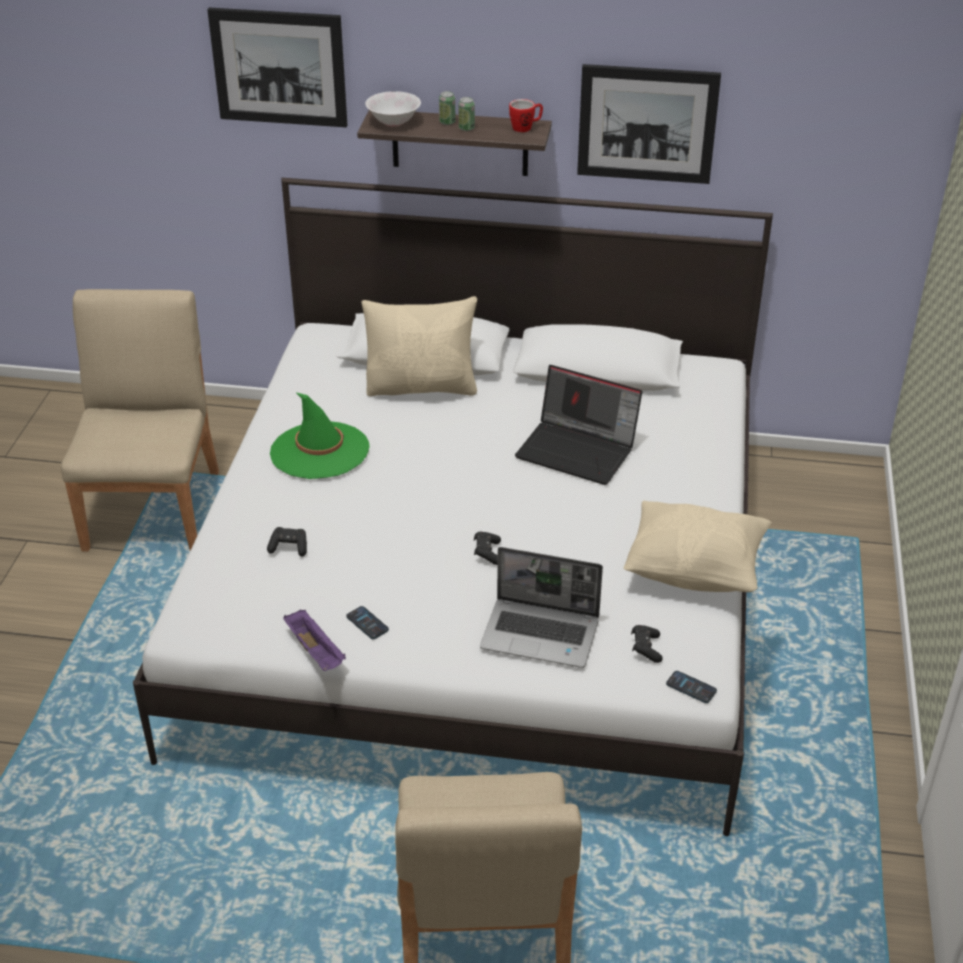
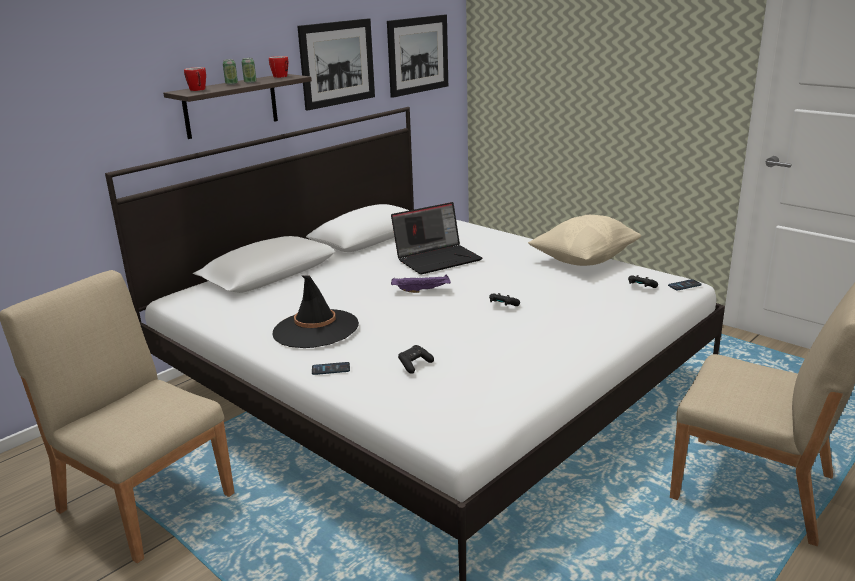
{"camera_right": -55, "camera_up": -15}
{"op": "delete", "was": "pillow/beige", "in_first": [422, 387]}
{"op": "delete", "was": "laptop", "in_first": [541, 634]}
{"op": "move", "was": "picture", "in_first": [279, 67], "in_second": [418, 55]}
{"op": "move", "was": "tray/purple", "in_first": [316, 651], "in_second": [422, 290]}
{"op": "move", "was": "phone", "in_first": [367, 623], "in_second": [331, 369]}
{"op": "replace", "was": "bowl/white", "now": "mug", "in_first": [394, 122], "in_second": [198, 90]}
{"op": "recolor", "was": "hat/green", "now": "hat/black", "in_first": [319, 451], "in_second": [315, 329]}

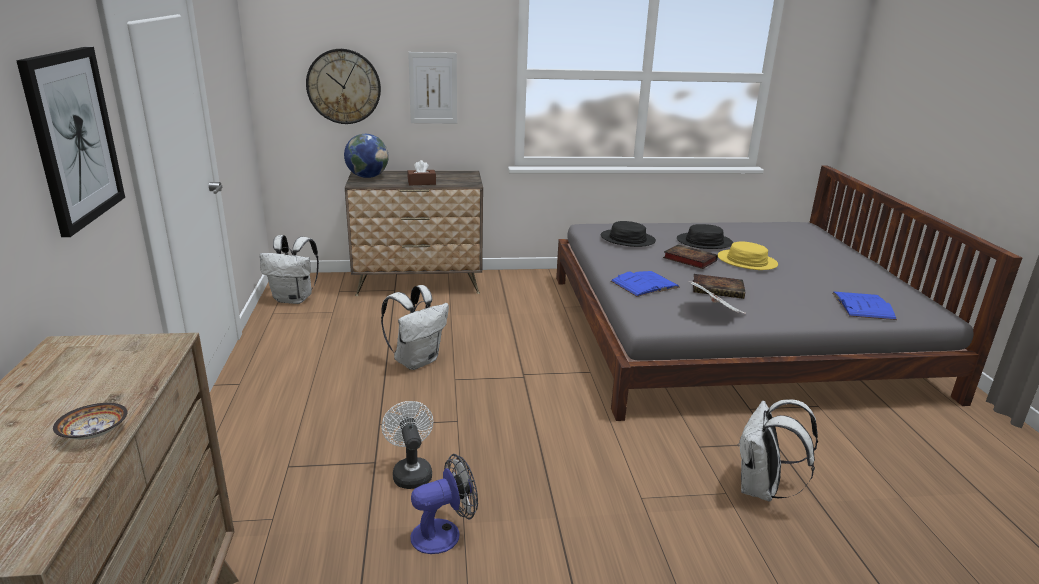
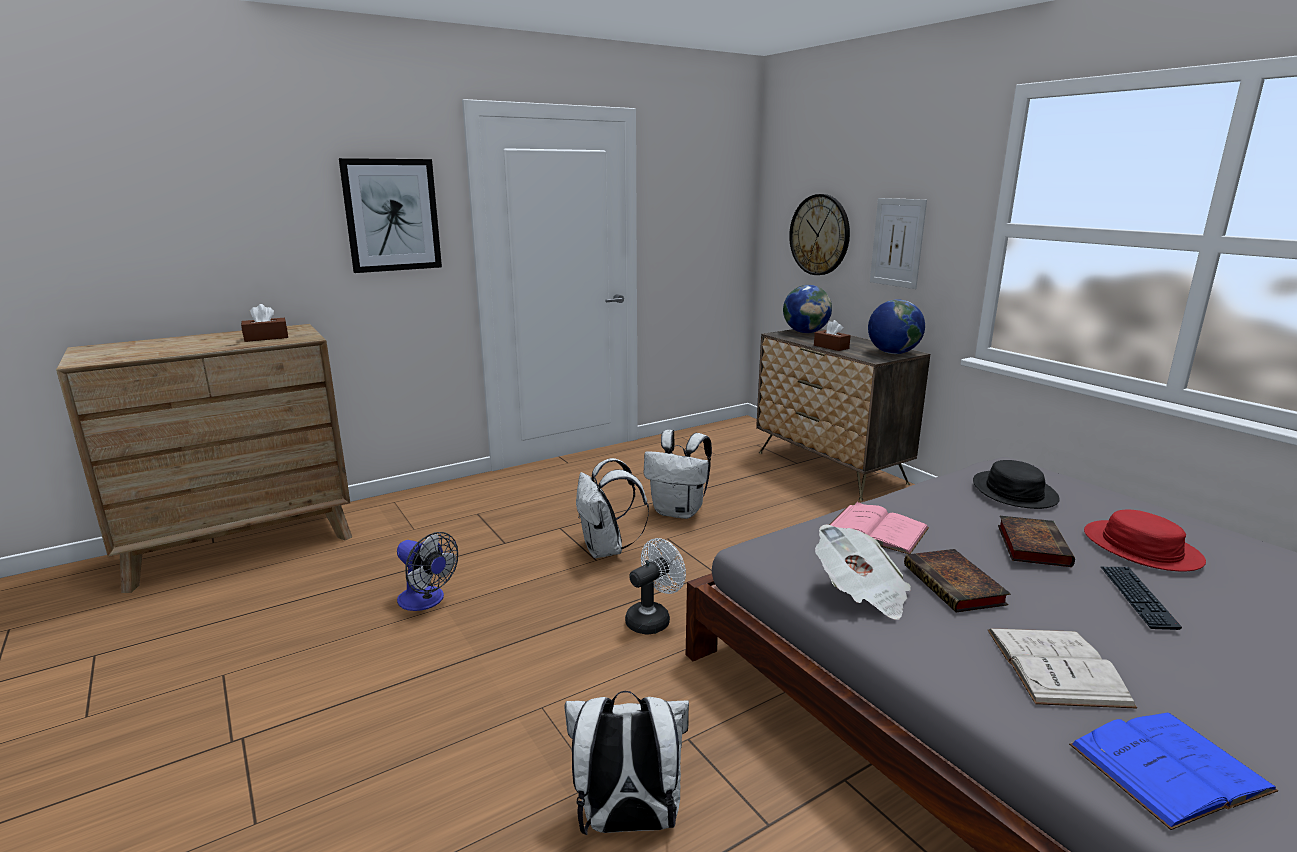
{"camera_right": 65, "camera_up": -5}
{"op": "delete", "was": "bowl", "in_first": [94, 434]}
{"op": "insert", "now": "tissue box/brown", "in_second": [266, 338]}
{"op": "insert", "now": "globe", "in_second": [893, 353]}
{"op": "insert", "now": "book/white", "in_second": [1056, 666]}
{"op": "move", "was": "backpack/white", "in_first": [294, 299], "in_second": [606, 550]}
{"op": "move", "was": "fan/white", "in_first": [411, 472], "in_second": [653, 619]}
{"op": "replace", "was": "hat/yellow", "now": "keyboard", "in_first": [746, 261], "in_second": [1137, 597]}
{"op": "recolor", "was": "book/blue", "now": "book/pink", "in_first": [644, 284], "in_second": [876, 529]}
{"op": "recolor", "was": "hat/black", "now": "hat/red", "in_first": [704, 242], "in_second": [1141, 548]}

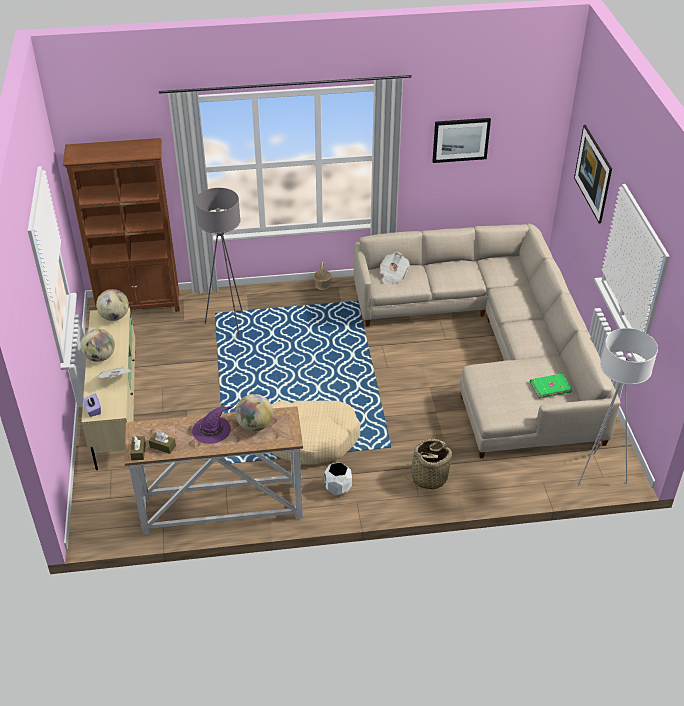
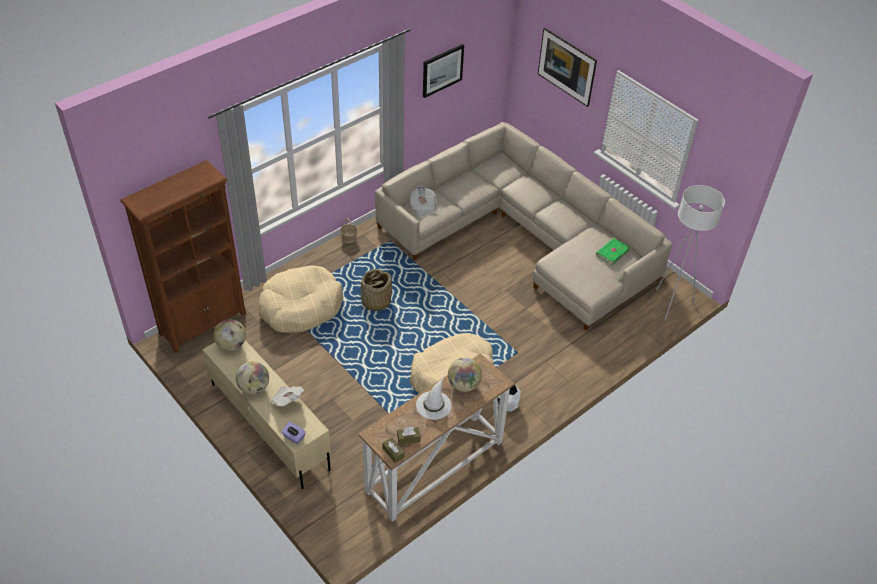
{"camera_right": -35, "camera_up": 5}
{"op": "move", "was": "basket", "in_first": [429, 477], "in_second": [375, 301]}
{"op": "replace", "was": "floor lamp/grey", "now": "dog bed/beige", "in_first": [229, 324], "in_second": [300, 307]}
{"op": "recolor", "was": "hat/purple", "now": "hat/white", "in_first": [212, 429], "in_second": [433, 404]}

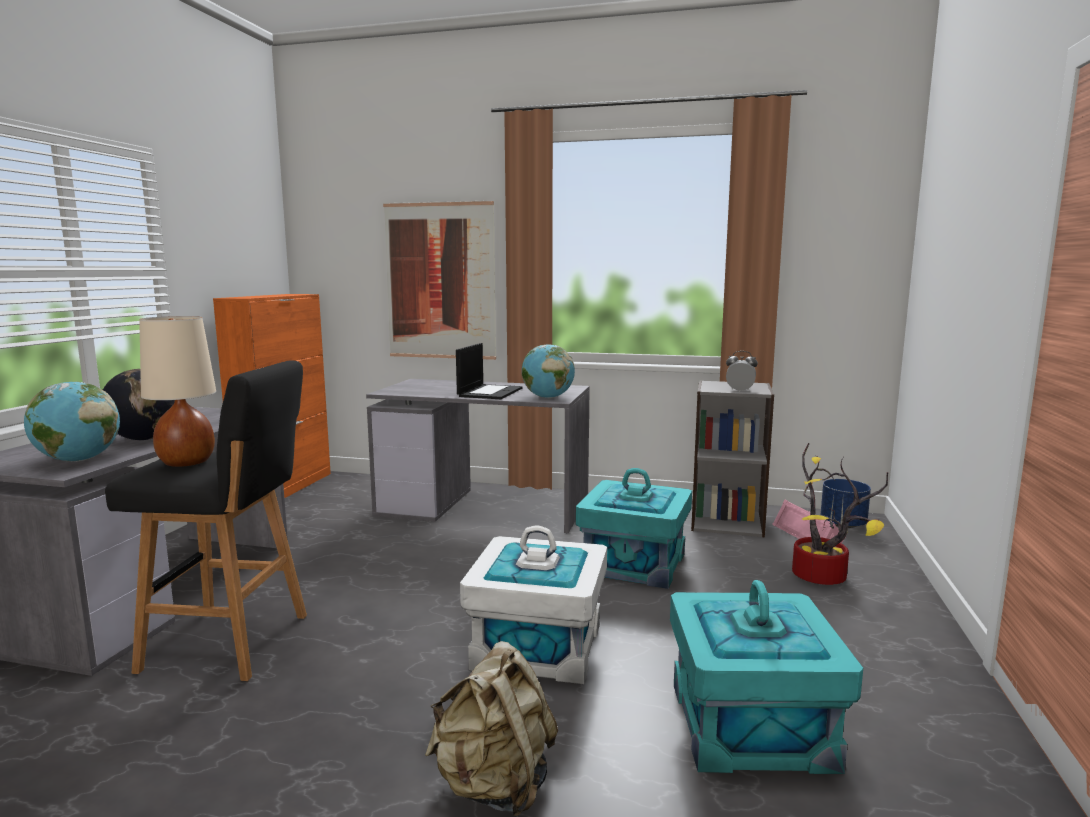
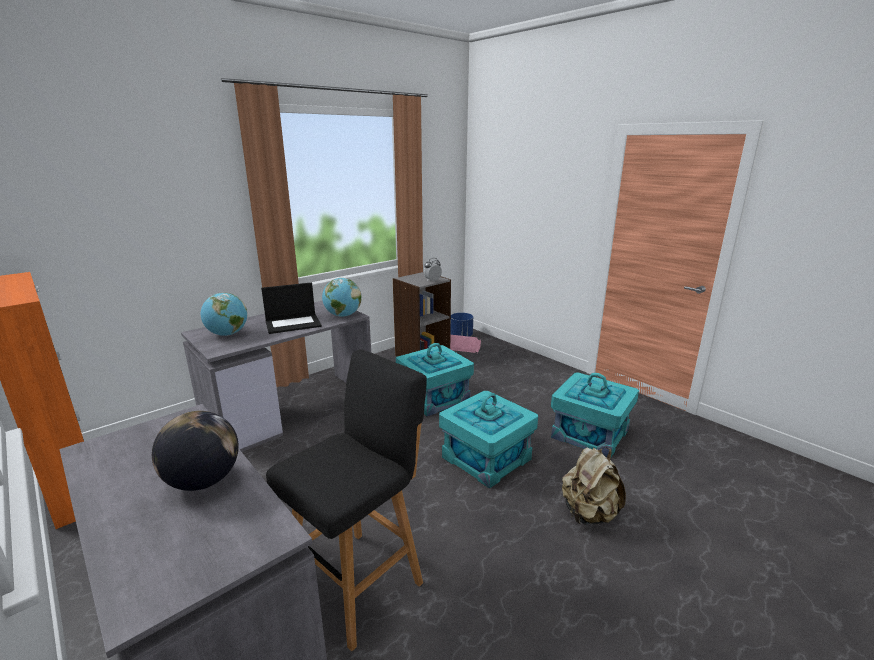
{"camera_right": -55, "camera_up": 10}
{"op": "delete", "was": "table lamp/beige", "in_first": [187, 462]}
{"op": "delete", "was": "picture", "in_first": [440, 281]}
{"op": "delete", "was": "potted plant", "in_first": [824, 577]}
{"op": "move", "was": "globe", "in_first": [78, 460], "in_second": [227, 334]}
{"op": "recolor", "was": "storage box/white", "now": "storage box/turquoise", "in_first": [537, 646], "in_second": [486, 458]}
{"op": "rotate", "was": "laptop", "in_first": [490, 392], "in_second": [293, 324], "clockwise": 105}

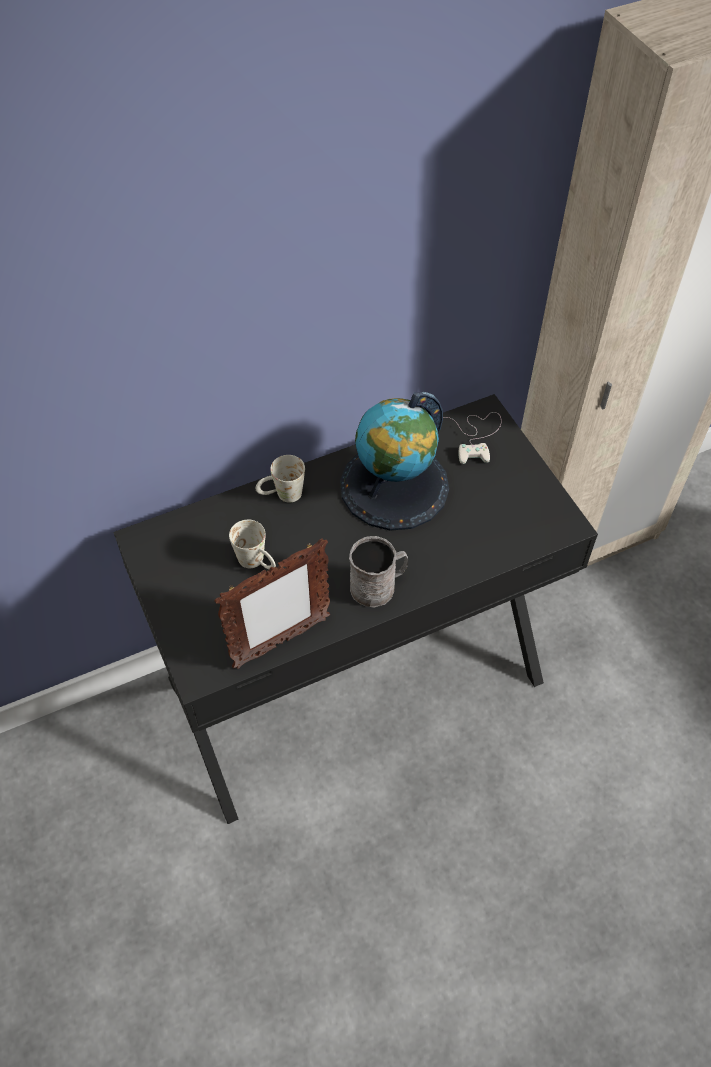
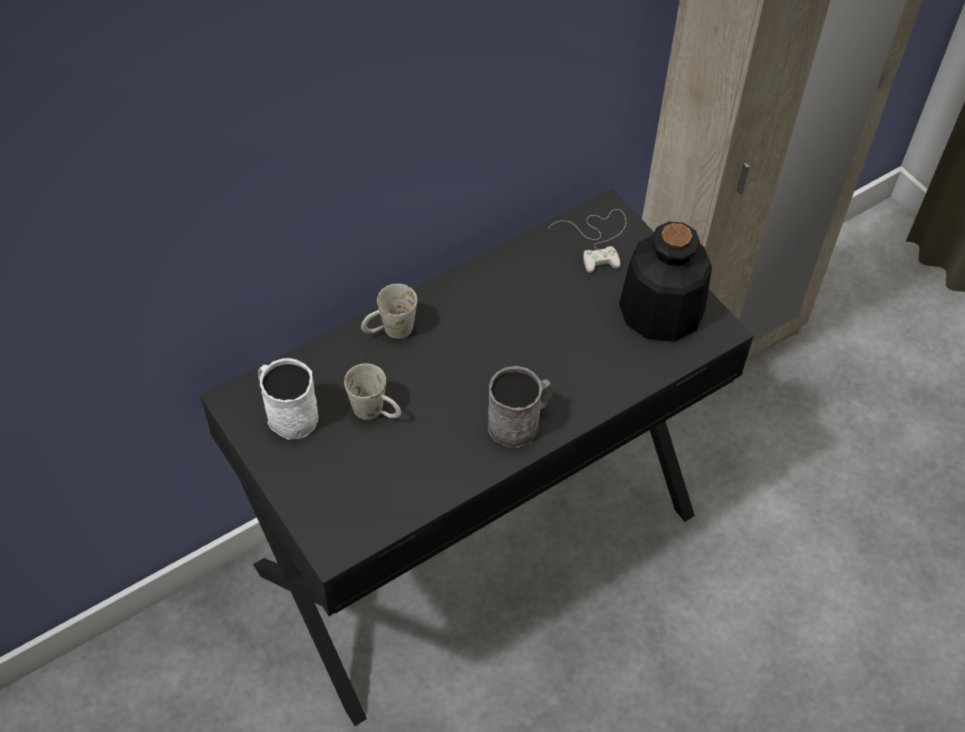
{"camera_right": -10, "camera_up": 0}
{"op": "delete", "was": "picture frame", "in_first": [280, 643]}
{"op": "delete", "was": "globe", "in_first": [394, 486]}
{"op": "insert", "now": "mug/white", "in_second": [287, 413]}
{"op": "insert", "now": "bottle", "in_second": [660, 310]}

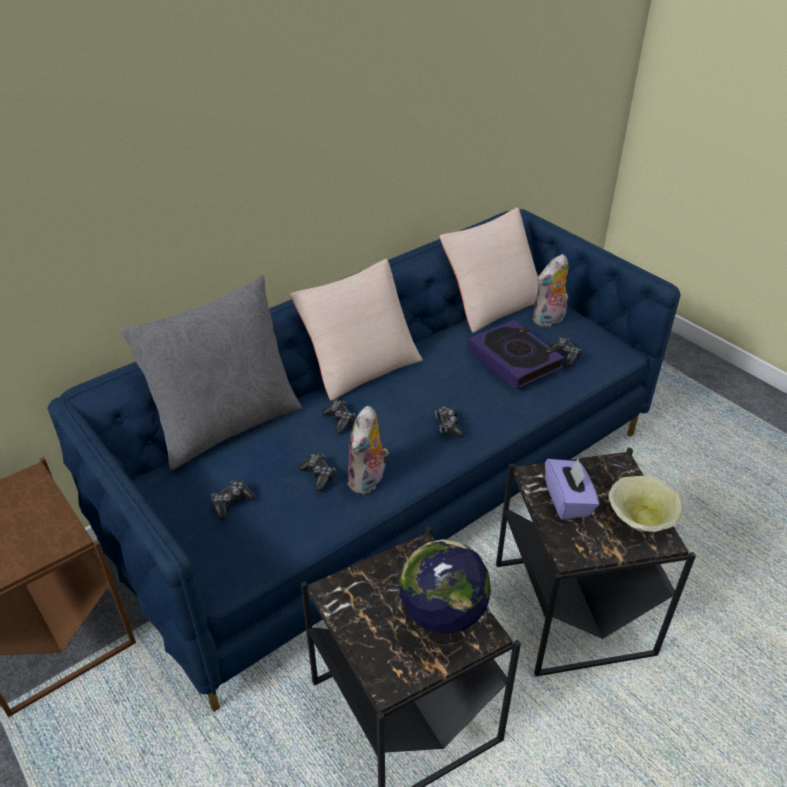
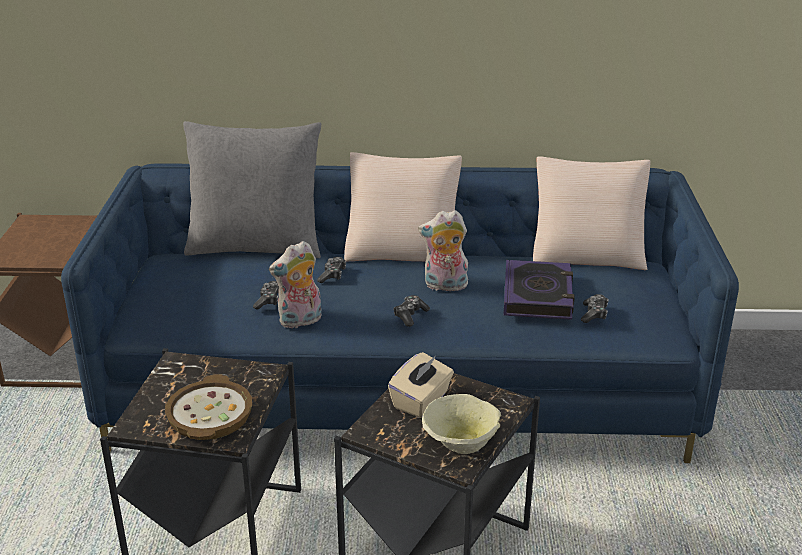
{"camera_right": 40, "camera_up": -10}
{"op": "delete", "was": "game controller", "in_first": [231, 503]}
{"op": "move", "was": "plush toy", "in_first": [549, 320], "in_second": [444, 286]}
{"op": "replace", "was": "globe", "now": "bowl", "in_first": [441, 627], "in_second": [209, 418]}
{"op": "recolor", "was": "tissue box/purple", "now": "tissue box/beige", "in_first": [568, 501], "in_second": [421, 401]}

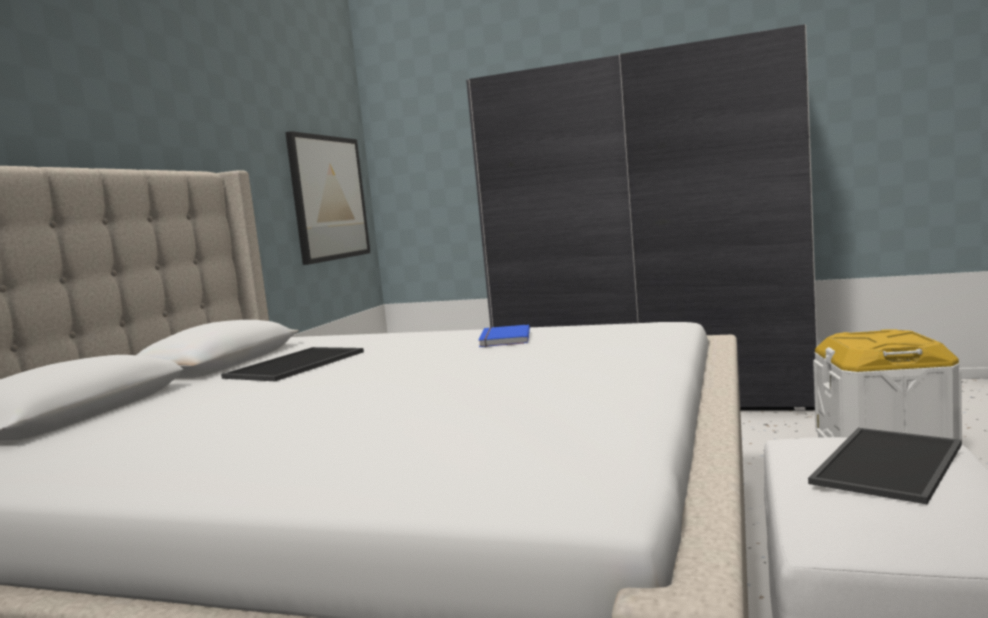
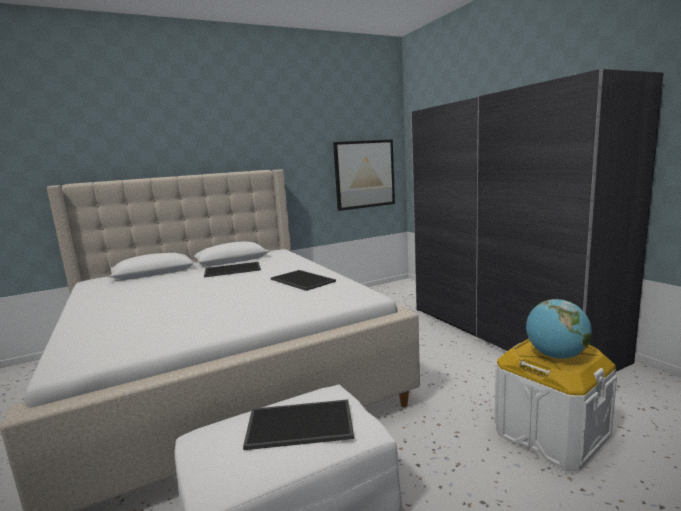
{"camera_right": 45, "camera_up": 5}
{"op": "insert", "now": "globe", "in_second": [556, 356]}
{"op": "replace", "was": "book/blue", "now": "tray", "in_first": [503, 339], "in_second": [301, 280]}

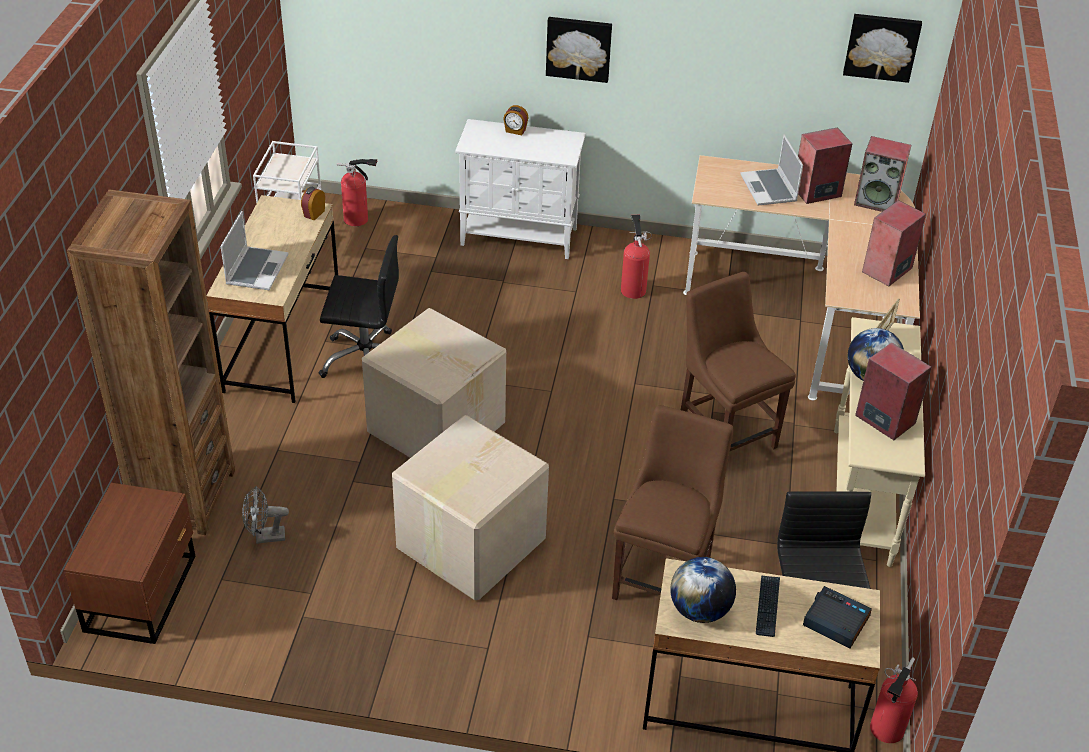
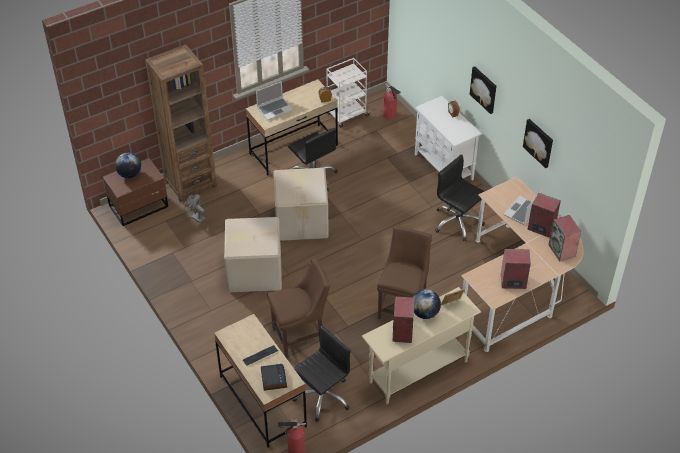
{"camera_right": 50, "camera_up": 5}
{"op": "move", "was": "globe", "in_first": [700, 610], "in_second": [130, 174]}
{"op": "move", "was": "picture", "in_first": [881, 46], "in_second": [539, 142]}
{"op": "replace", "was": "fire extinguisher", "now": "office chair/black", "in_first": [633, 288], "in_second": [457, 222]}

